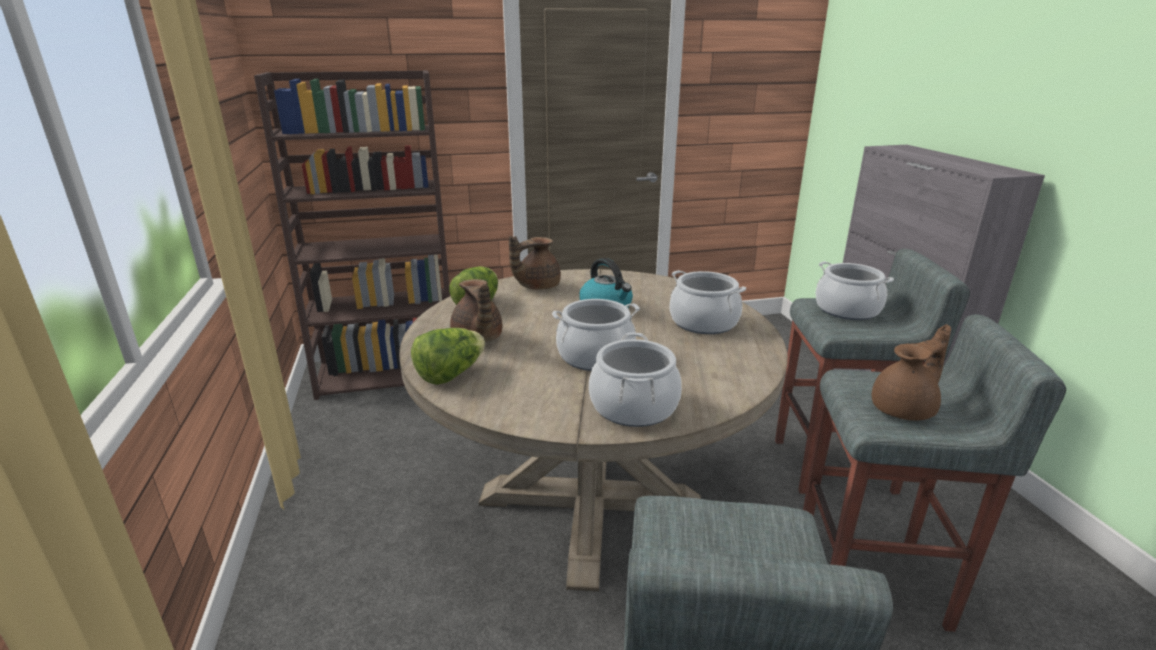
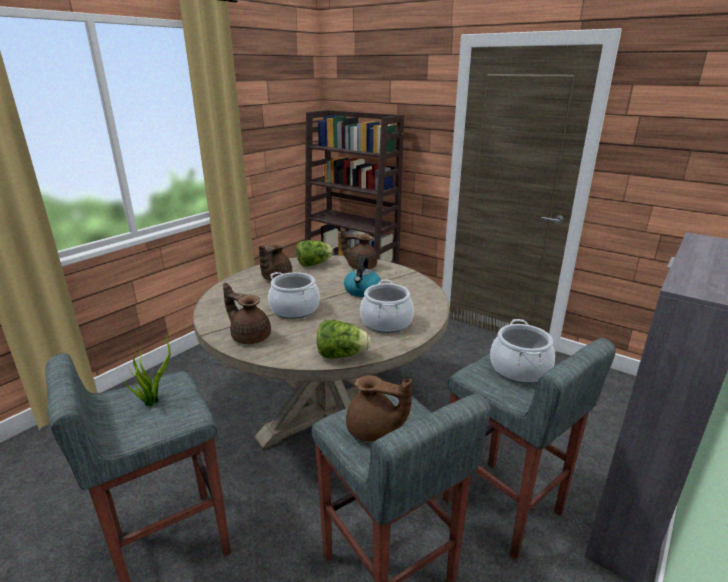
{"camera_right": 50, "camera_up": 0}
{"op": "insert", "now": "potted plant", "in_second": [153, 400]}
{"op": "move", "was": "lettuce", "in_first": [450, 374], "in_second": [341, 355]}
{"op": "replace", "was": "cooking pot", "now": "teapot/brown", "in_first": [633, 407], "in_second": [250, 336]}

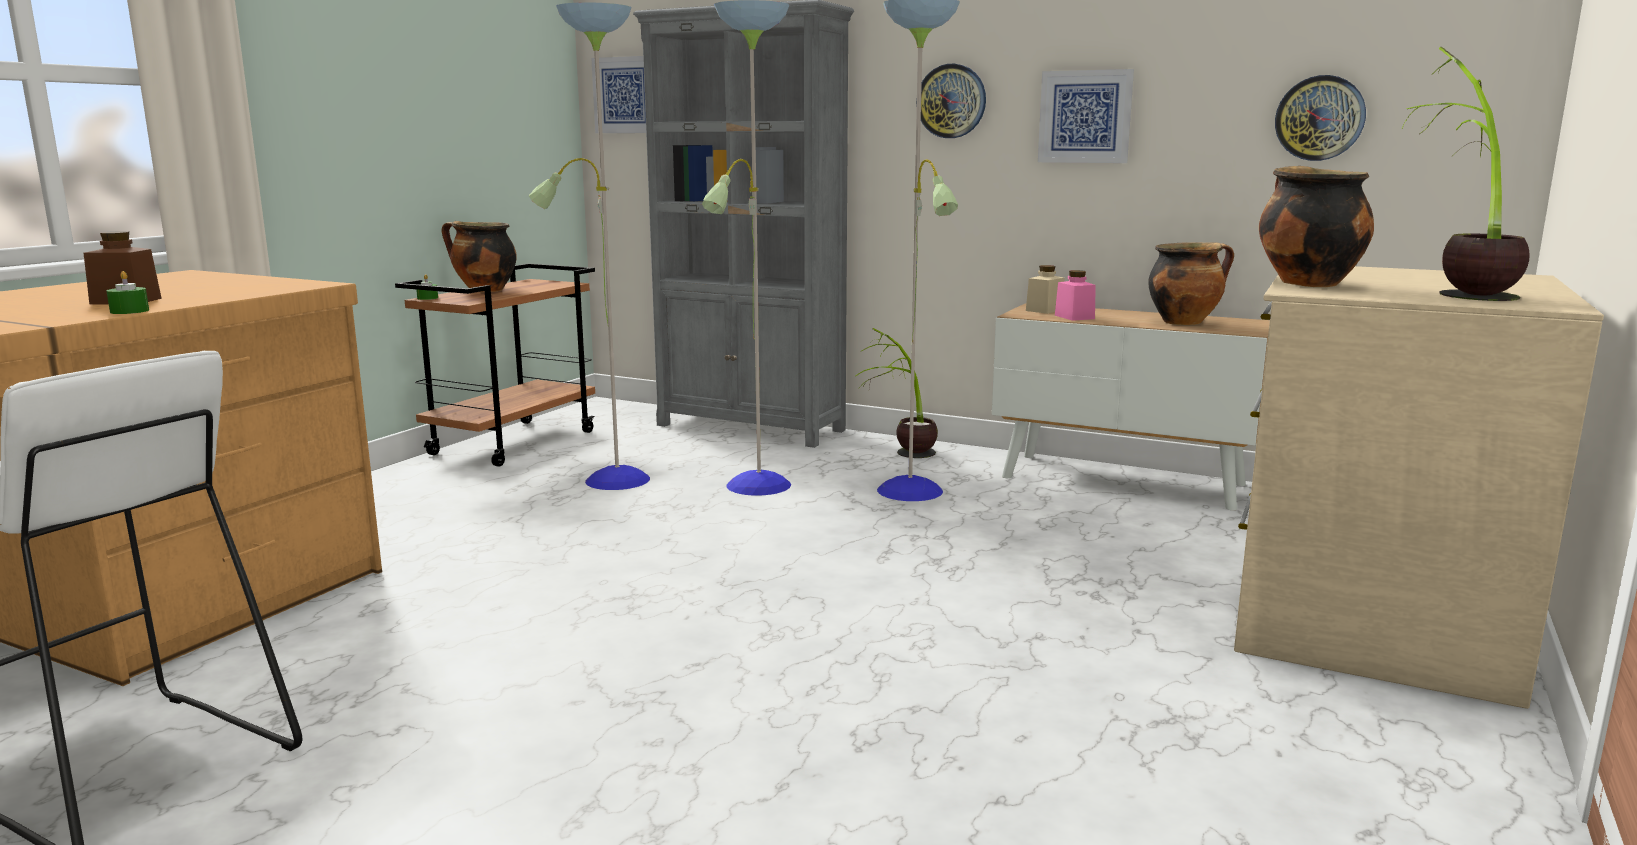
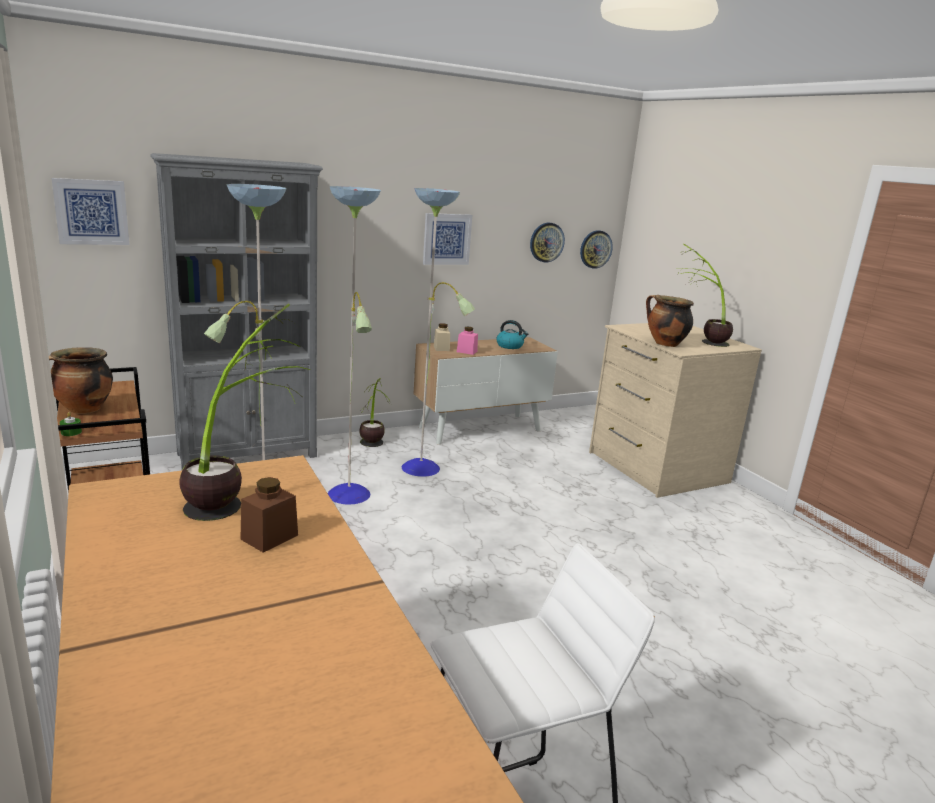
{"camera_right": -55, "camera_up": 5}
{"op": "delete", "was": "candle/green", "in_first": [129, 311]}
{"op": "insert", "now": "potted plant", "in_second": [241, 495]}
{"op": "move", "was": "wall clock", "in_first": [951, 101], "in_second": [595, 249]}
{"op": "replace", "was": "cooking pot", "now": "kettle", "in_first": [1184, 322], "in_second": [510, 346]}

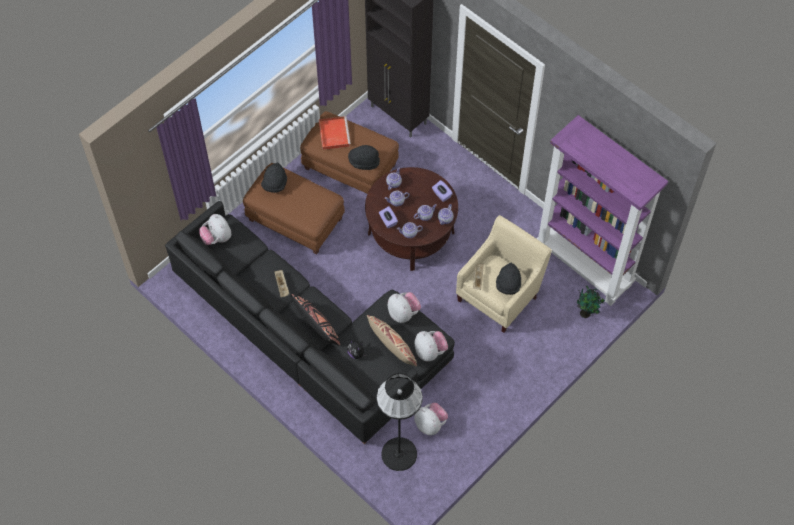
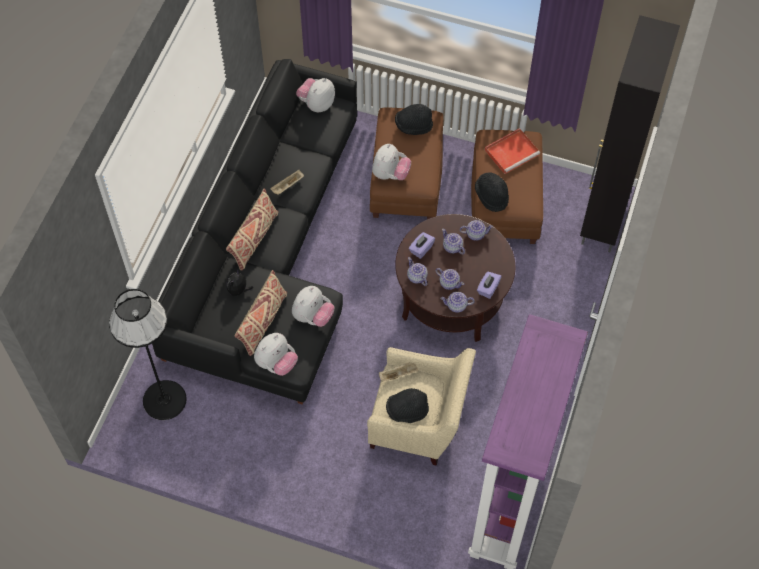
{"camera_right": 65, "camera_up": 0}
{"op": "delete", "was": "potted plant", "in_first": [586, 313]}
{"op": "move", "was": "plush toy", "in_first": [430, 424], "in_second": [390, 174]}
{"op": "recolor", "was": "pillow/black", "now": "pillow/beige", "in_first": [317, 326], "in_second": [254, 239]}

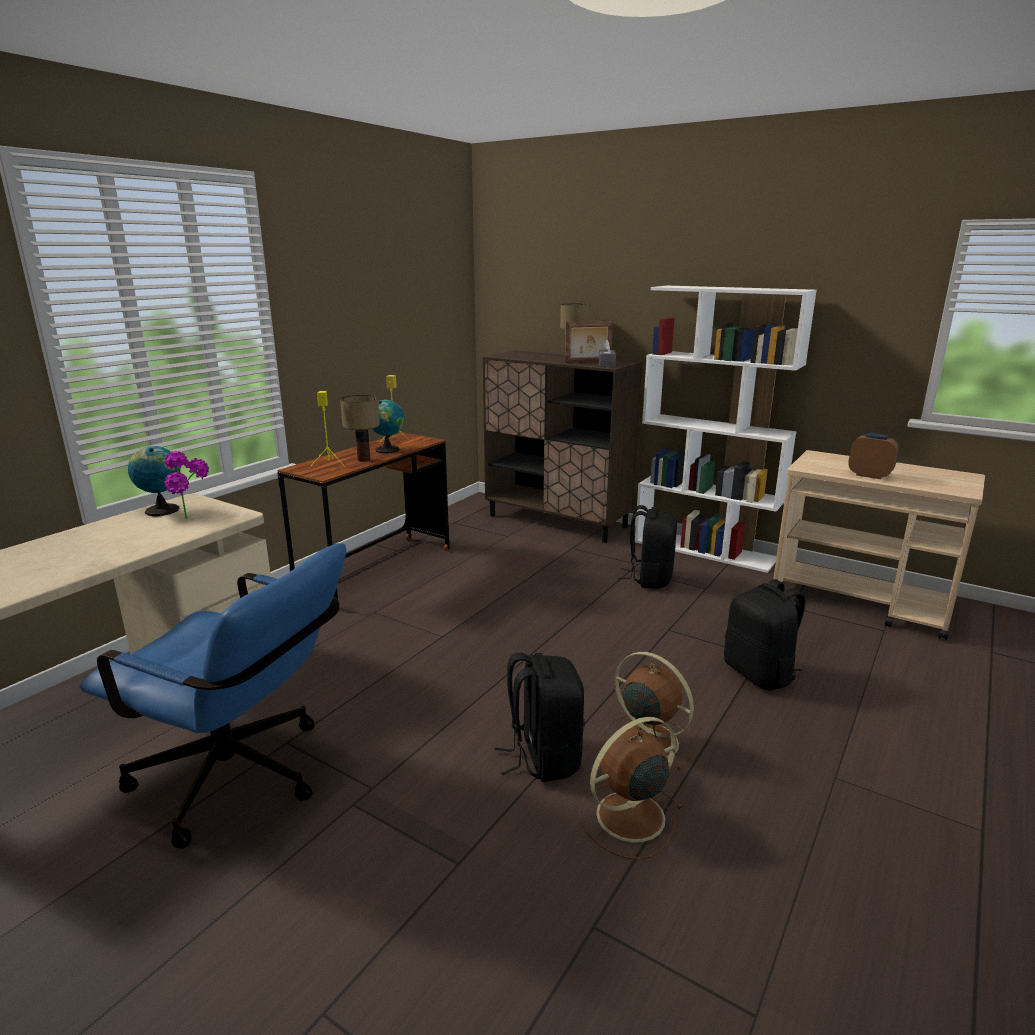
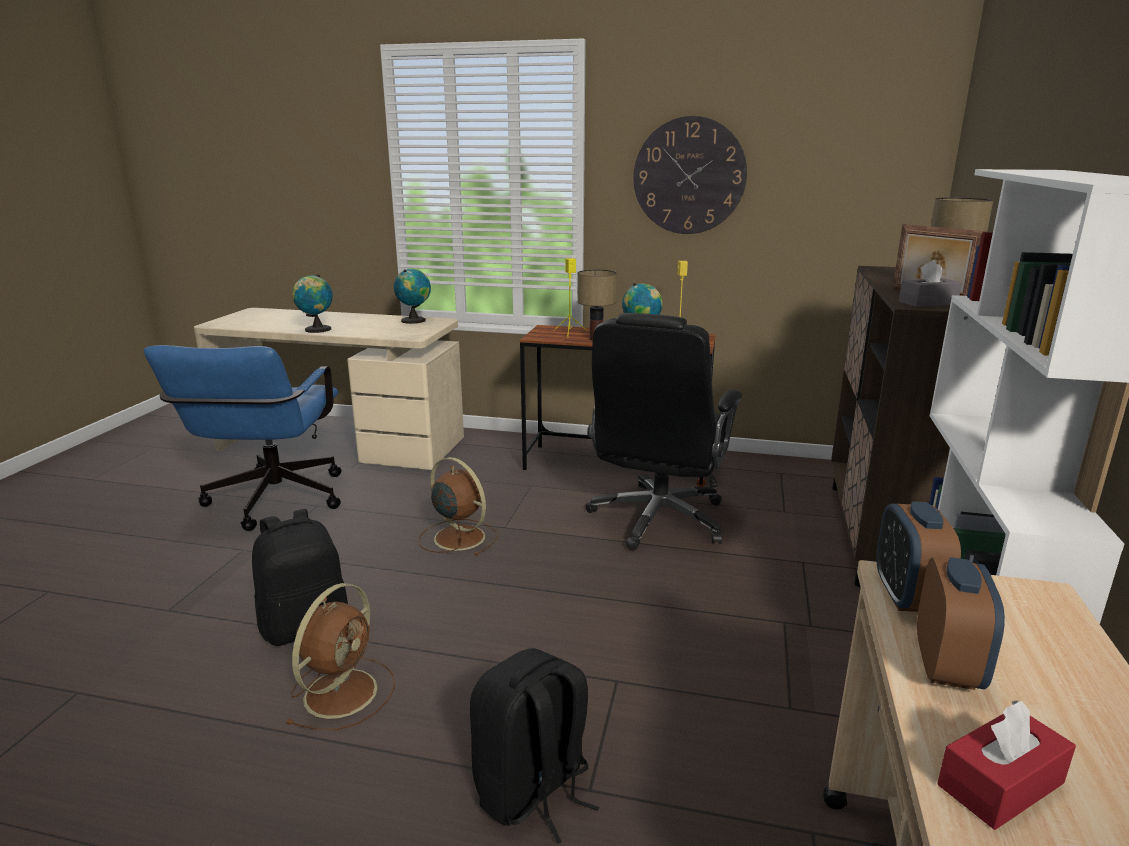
{"camera_right": 70, "camera_up": 0}
{"op": "delete", "was": "potted plant", "in_first": [193, 519]}
{"op": "delete", "was": "backpack/black", "in_first": [649, 579]}
{"op": "insert", "now": "globe", "in_second": [316, 330]}
{"op": "insert", "now": "office chair/black", "in_second": [657, 519]}
{"op": "insert", "now": "wall clock", "in_second": [689, 176]}
{"op": "insert", "now": "alarm clock", "in_second": [907, 596]}
{"op": "insert", "now": "tissue box/red", "in_second": [1000, 784]}
{"op": "move", "was": "fan/brown", "in_first": [628, 817], "in_second": [457, 537]}

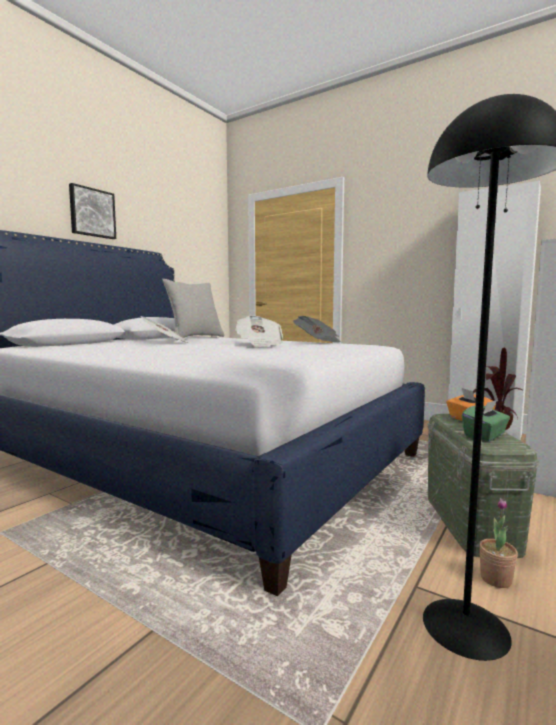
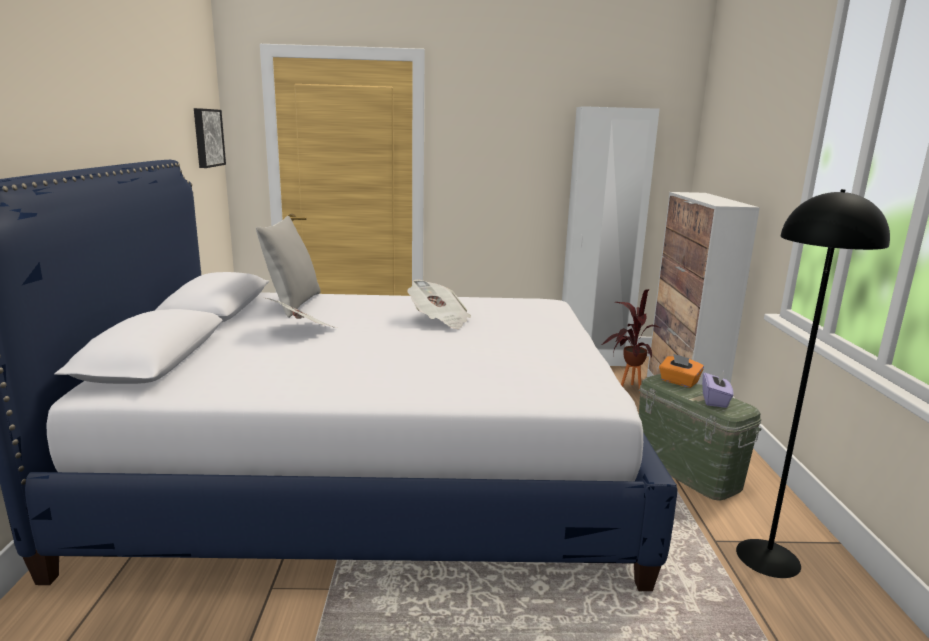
{"camera_right": -35, "camera_up": 10}
{"op": "delete", "was": "newspaper", "in_first": [318, 343]}
{"op": "delete", "was": "potted plant", "in_first": [496, 579]}
{"op": "move", "was": "picture", "in_first": [92, 213], "in_second": [207, 137]}
{"op": "recolor", "was": "tissue box/green", "now": "tissue box/purple", "in_first": [485, 436], "in_second": [715, 400]}

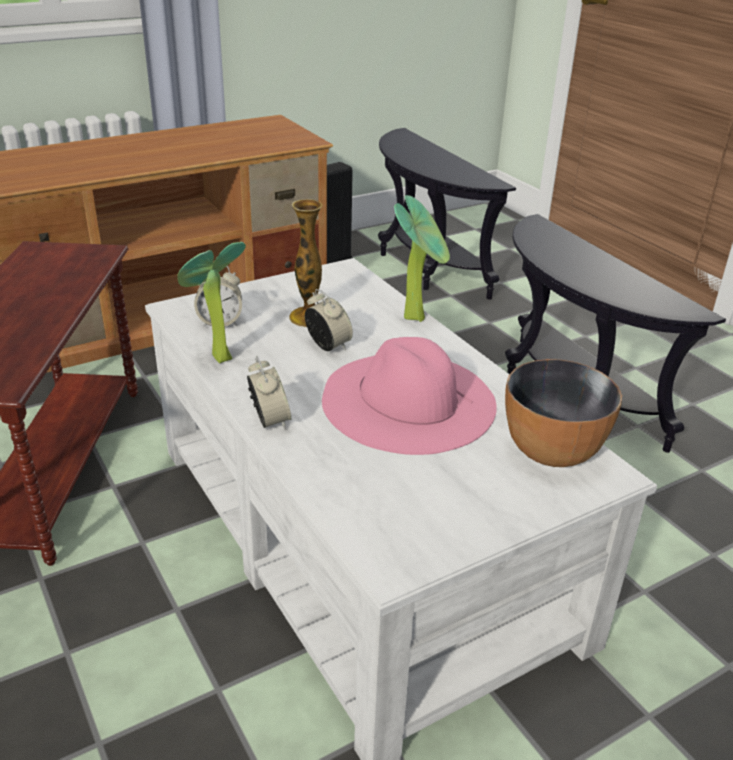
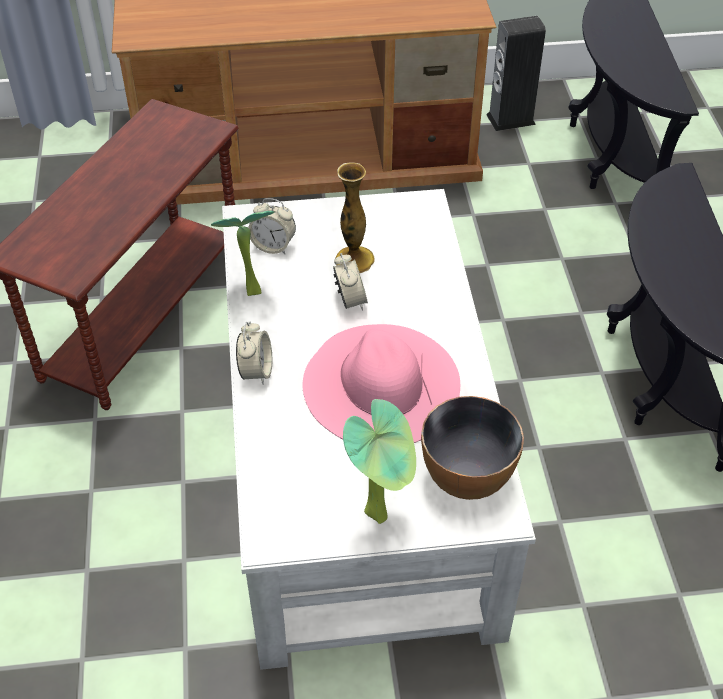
{"camera_right": 25, "camera_up": 15}
{"op": "move", "was": "potted plant", "in_first": [417, 316], "in_second": [381, 513]}

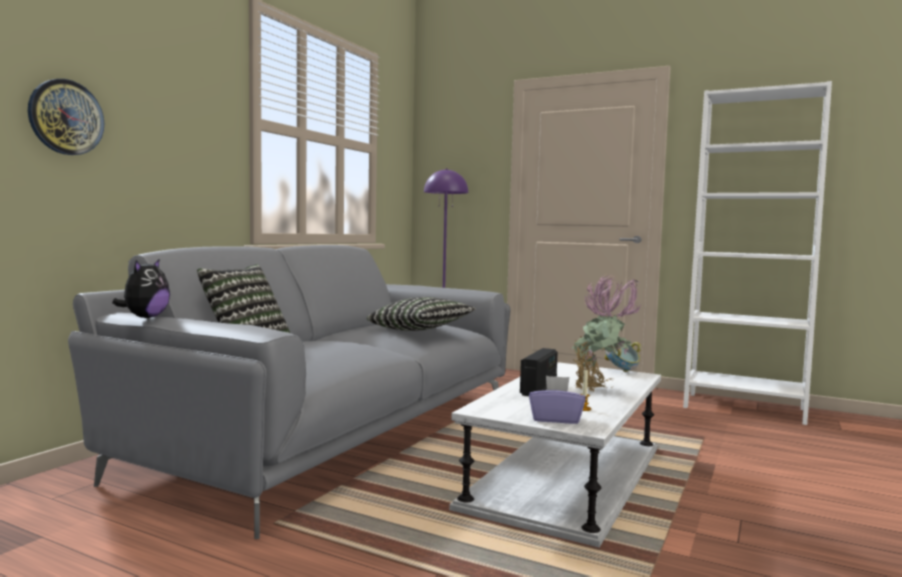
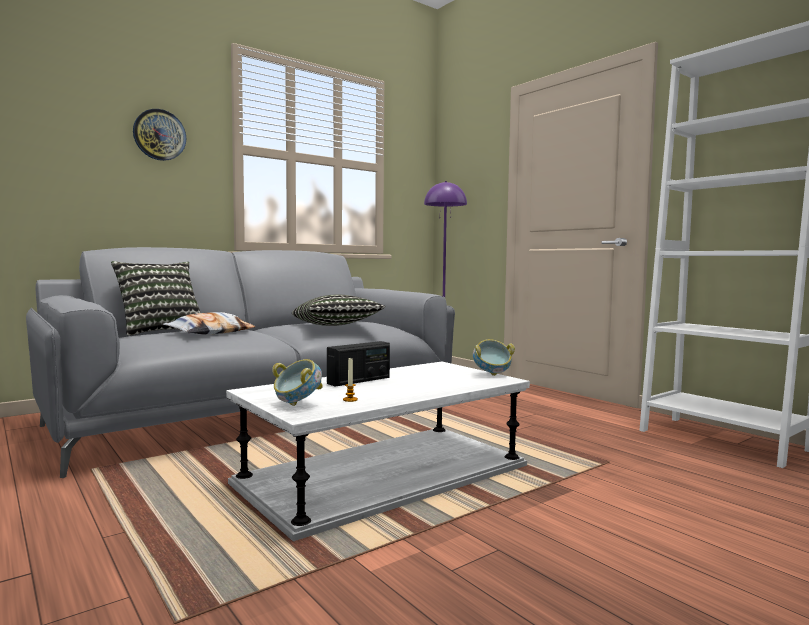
{"camera_right": 25, "camera_up": 0}
{"op": "delete", "was": "plush toy", "in_first": [145, 317]}
{"op": "delete", "was": "potted plant", "in_first": [600, 391]}
{"op": "insert", "now": "pillow", "in_second": [211, 332]}
{"op": "move", "was": "wall clock", "in_first": [66, 117], "in_second": [159, 135]}
{"op": "replace", "was": "tissue box/purple", "now": "bowl", "in_first": [555, 419], "in_second": [297, 404]}

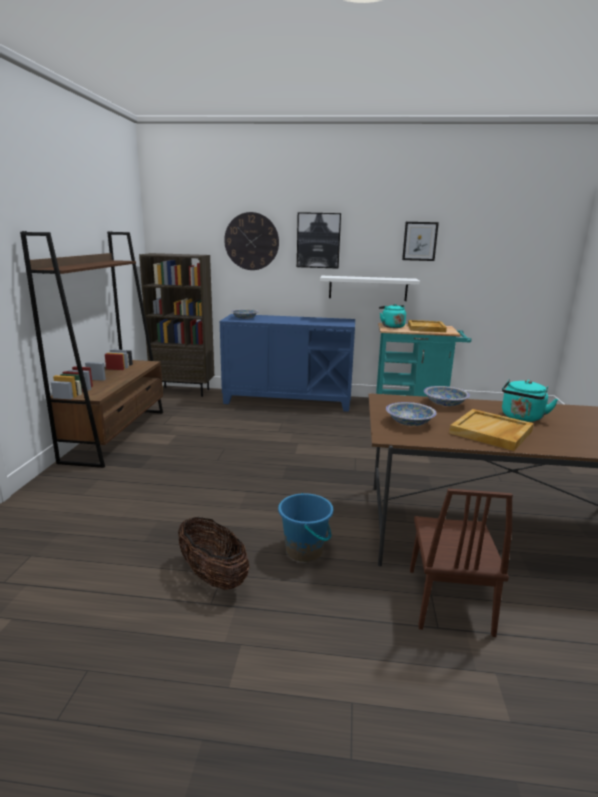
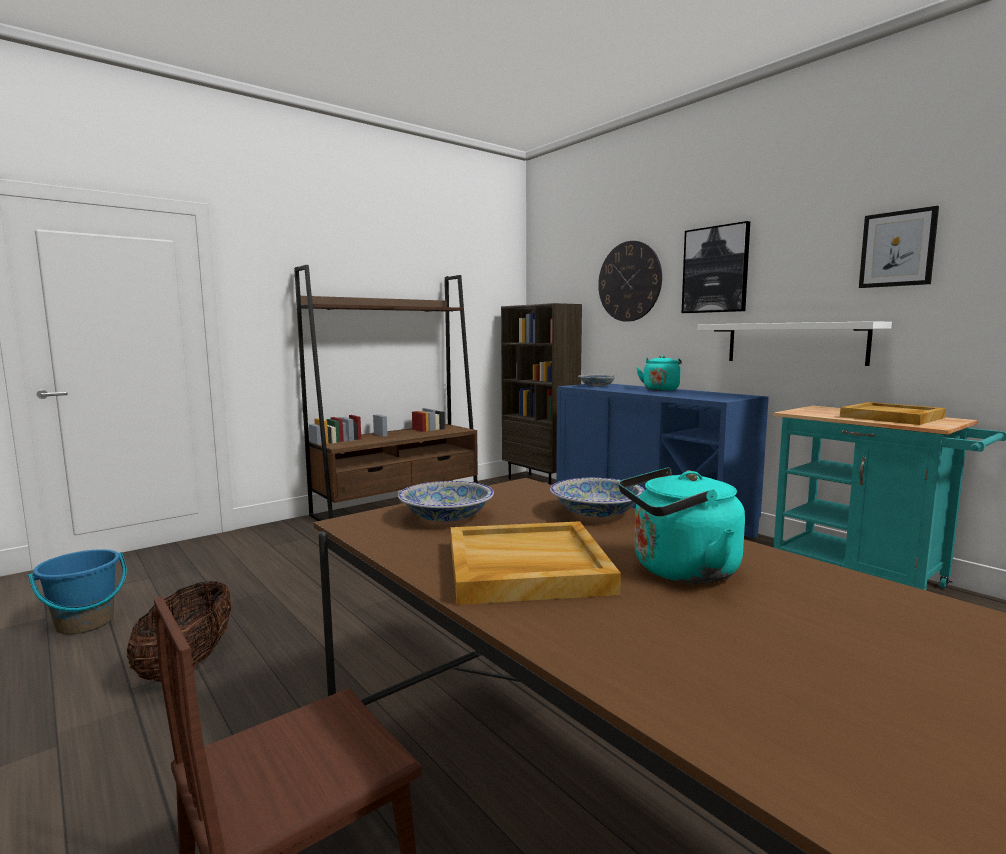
{"camera_right": 45, "camera_up": -10}
{"op": "move", "was": "bucket/blue", "in_first": [304, 550], "in_second": [85, 623]}
{"op": "move", "was": "kettle/turquoise", "in_first": [391, 326], "in_second": [661, 389]}

